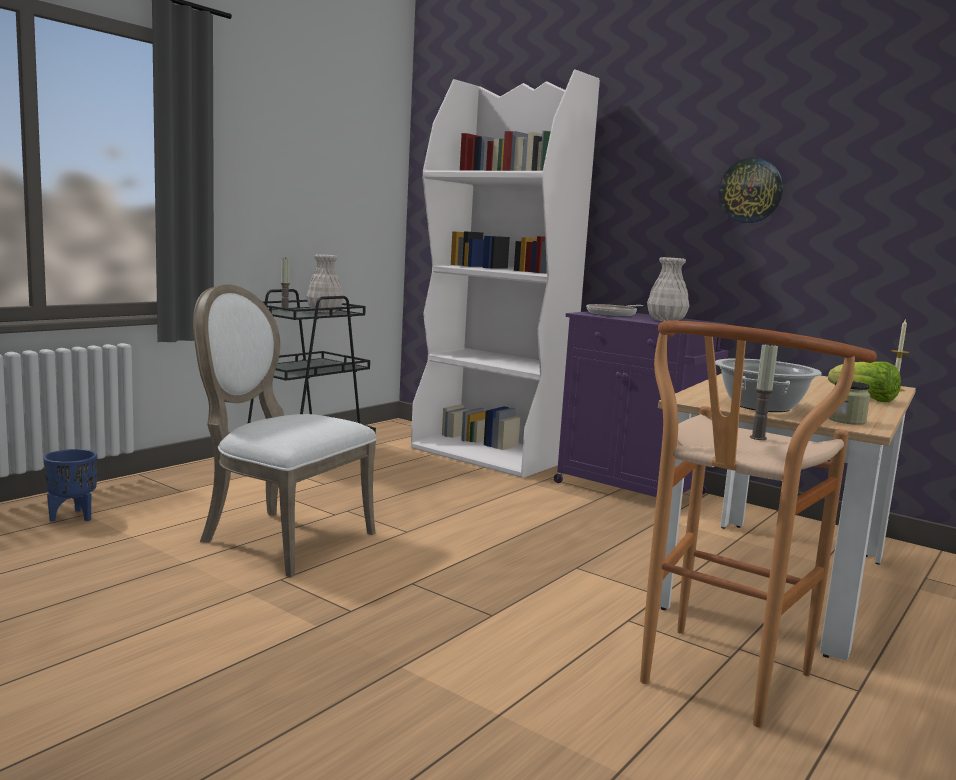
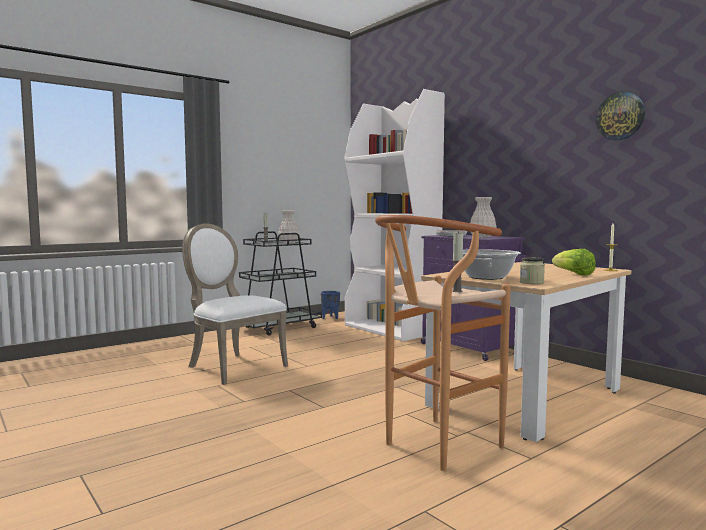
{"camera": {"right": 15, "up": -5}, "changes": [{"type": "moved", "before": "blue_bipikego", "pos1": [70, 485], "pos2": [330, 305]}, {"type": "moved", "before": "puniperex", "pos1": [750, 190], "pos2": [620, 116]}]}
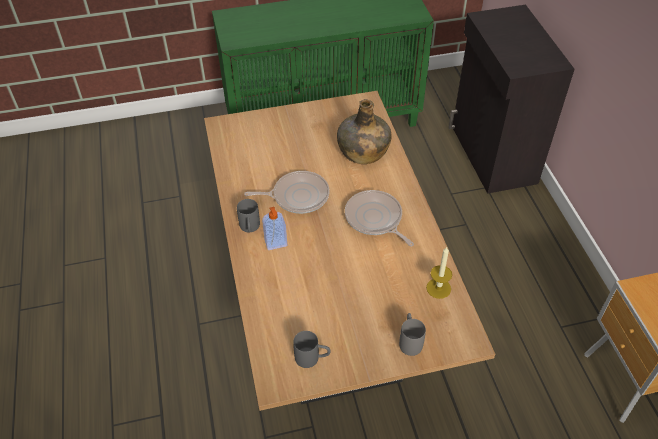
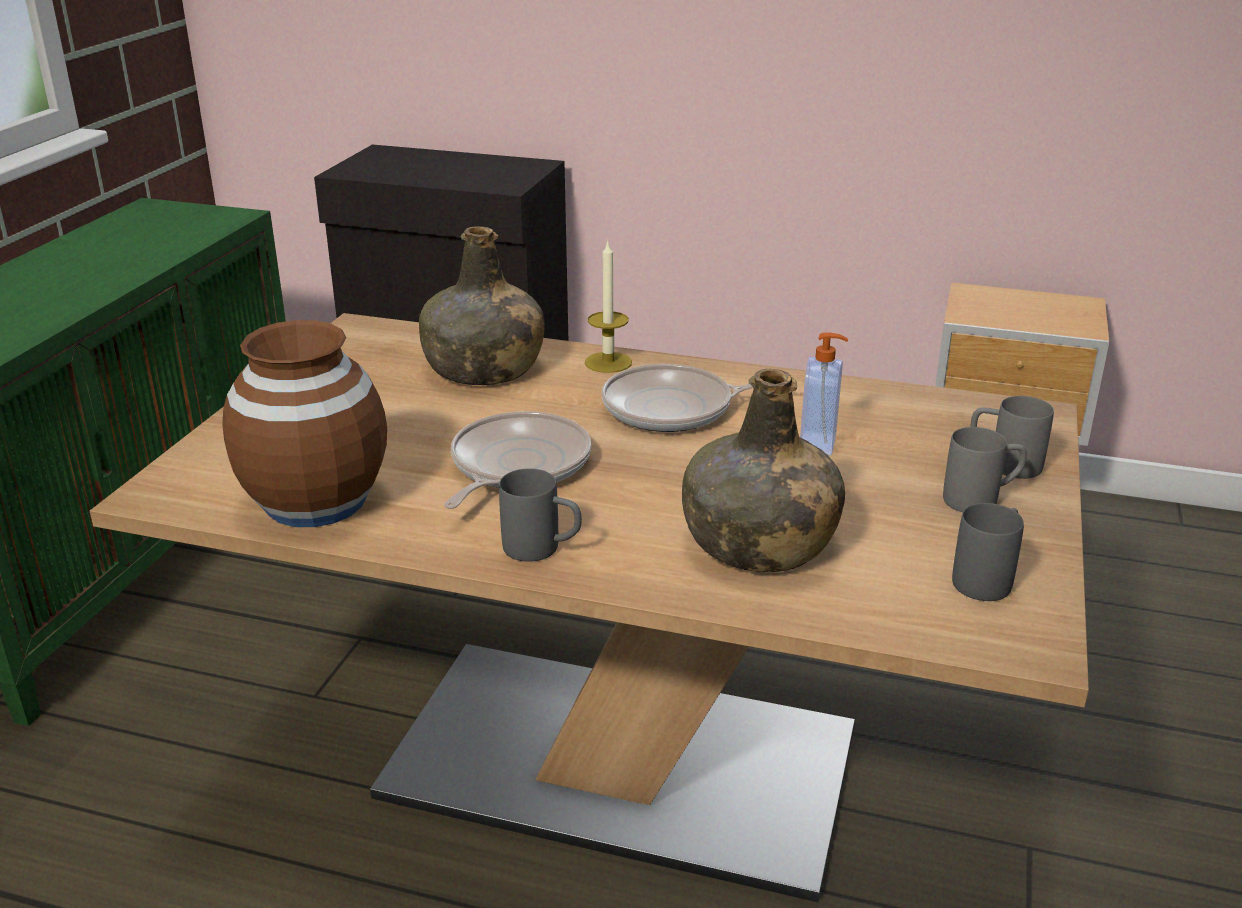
{"camera": {"right": -60, "up": -20}, "changes": [{"type": "moved", "before": "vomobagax", "pos1": [274, 228], "pos2": [824, 393]}, {"type": "moved", "before": "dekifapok", "pos1": [439, 273], "pos2": [608, 306]}, {"type": "added", "after": "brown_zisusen", "pos2": [304, 423]}, {"type": "added", "after": "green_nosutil", "pos2": [763, 470]}, {"type": "added", "after": "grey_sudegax", "pos2": [985, 469]}]}
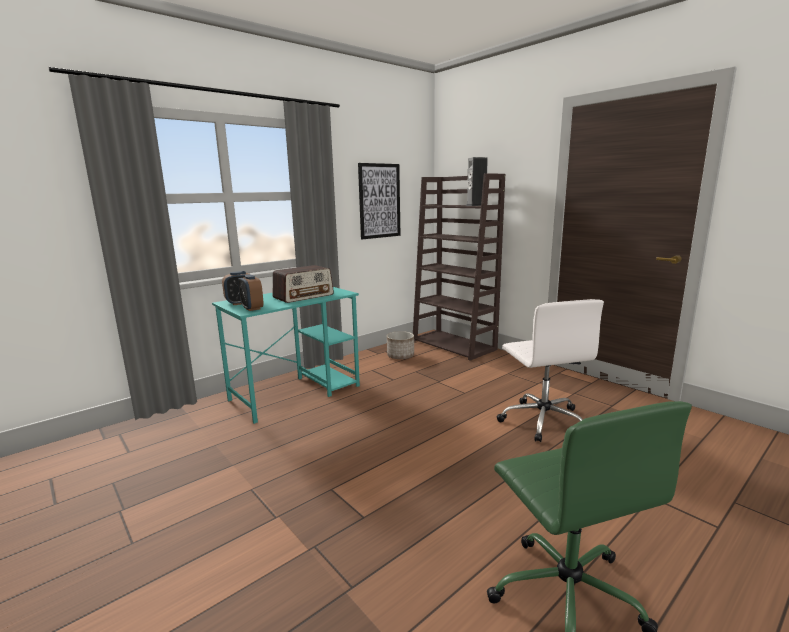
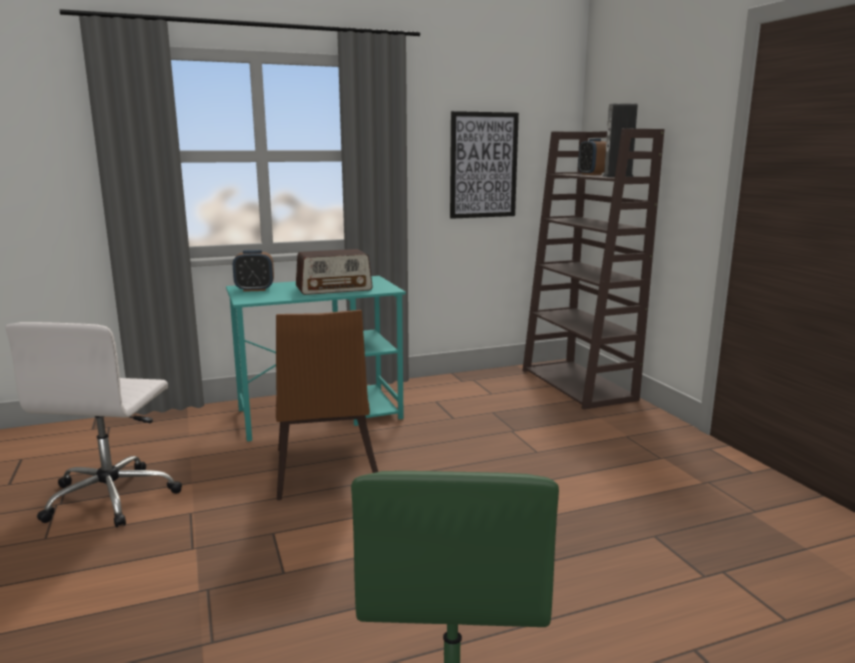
{"camera": {"right": 20, "up": 0}, "changes": [{"type": "moved", "before": "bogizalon", "pos1": [250, 293], "pos2": [592, 157]}, {"type": "removed", "before": "bipikego", "pos1": [400, 345]}, {"type": "moved", "before": "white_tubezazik", "pos1": [550, 370], "pos2": [94, 424]}, {"type": "added", "after": "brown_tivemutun", "pos2": [327, 405]}]}
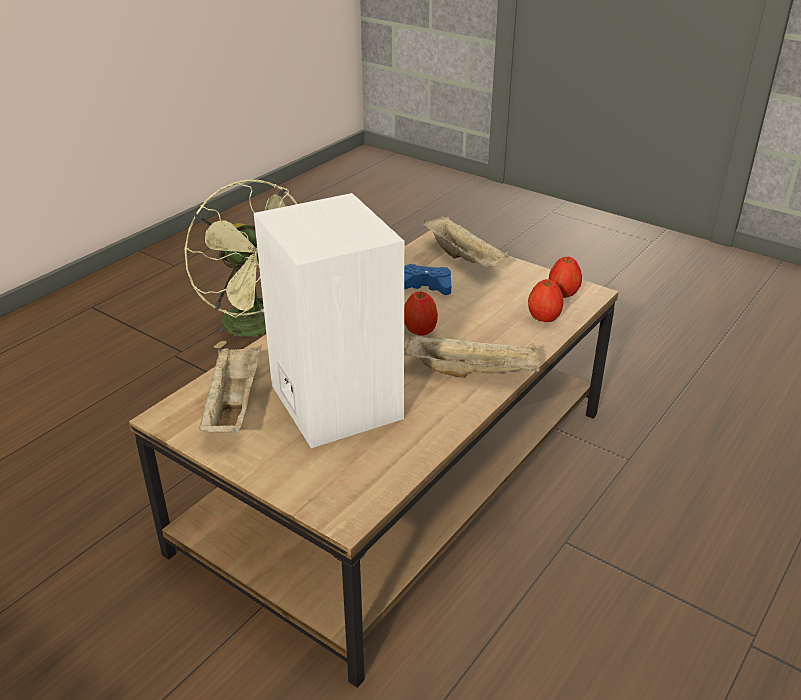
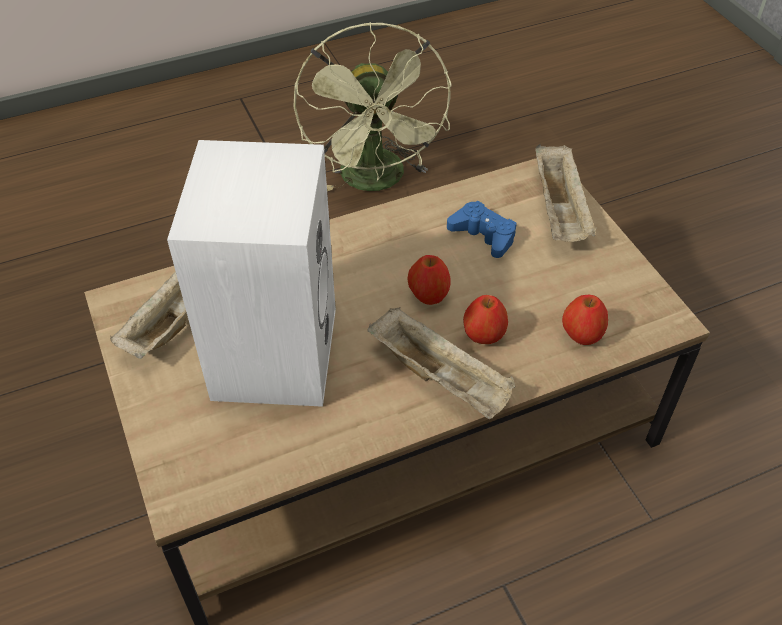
{"camera": {"right": 30, "up": 15}, "changes": [{"type": "moved", "before": "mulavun", "pos1": [565, 277], "pos2": [485, 319]}]}
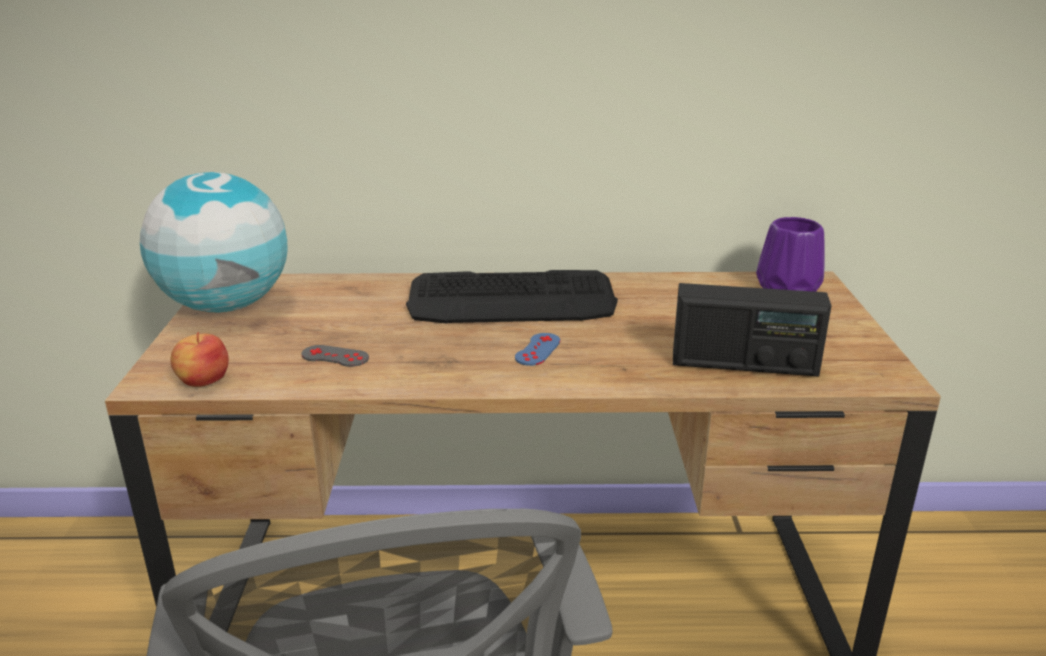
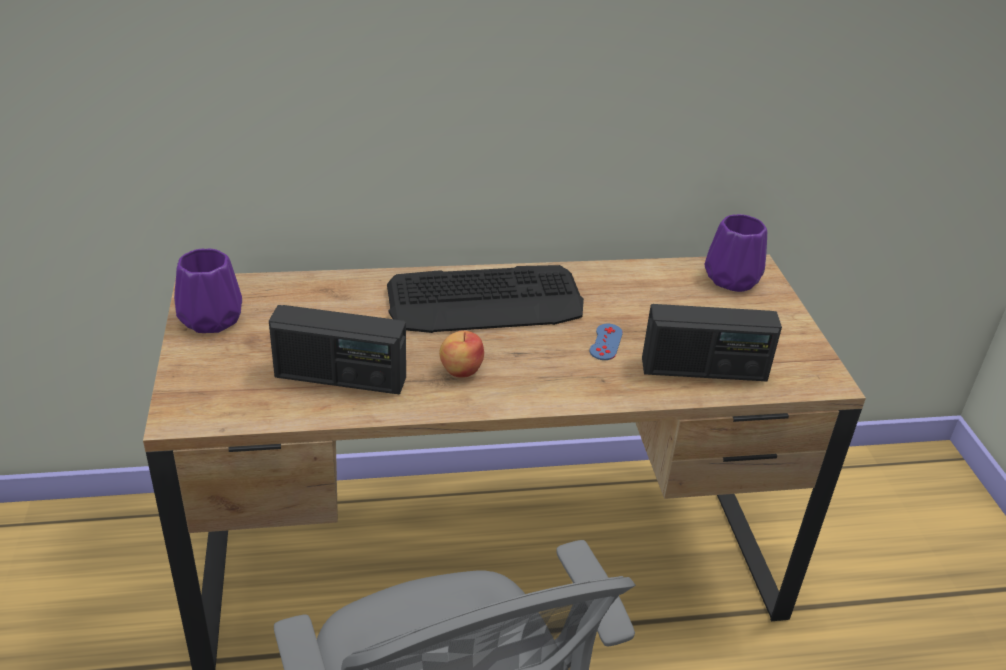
{"camera": {"right": -10, "up": 10}, "changes": [{"type": "replaced", "before": "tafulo", "after": "purple_zisusen", "pos1": [214, 242], "pos2": [208, 290]}, {"type": "moved", "before": "mulavun", "pos1": [199, 359], "pos2": [461, 354]}, {"type": "replaced", "before": "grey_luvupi", "after": "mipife", "pos1": [335, 356], "pos2": [337, 349]}, {"type": "moved", "before": "blue_luvupi", "pos1": [538, 349], "pos2": [606, 342]}]}
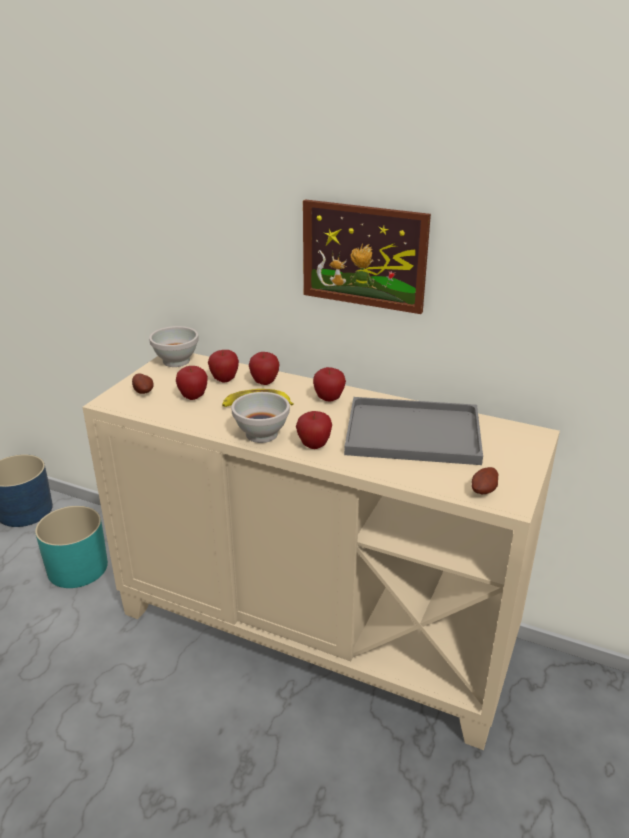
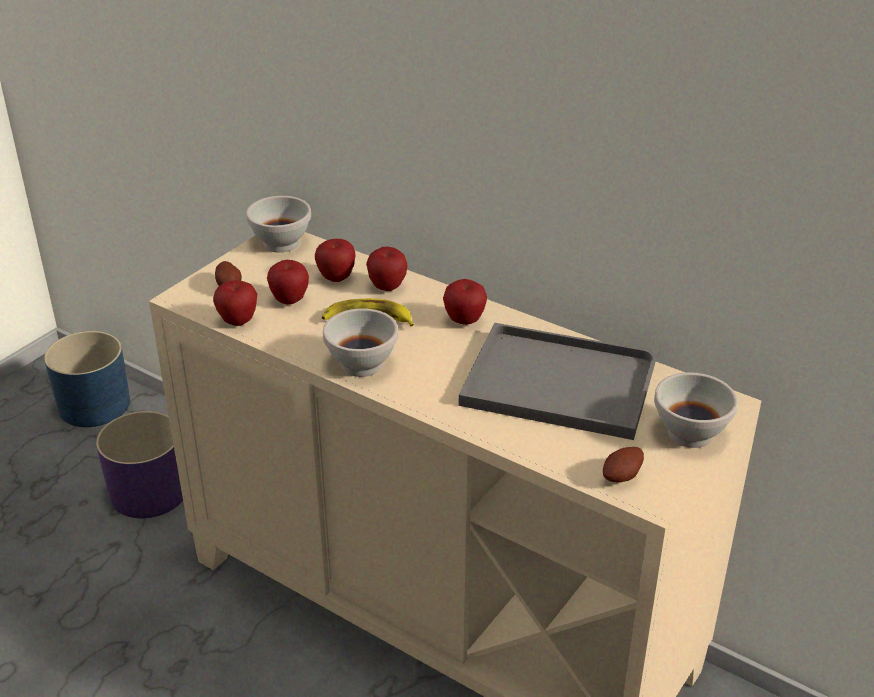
{"camera": {"right": 10, "up": 5}, "changes": [{"type": "recoloured", "before": "turquoise_bipikego", "after": "purple_bipikego", "pos1": [71, 547], "pos2": [139, 464]}, {"type": "moved", "before": "mulavun", "pos1": [314, 430], "pos2": [235, 303]}, {"type": "removed", "before": "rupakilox", "pos1": [367, 256]}, {"type": "added", "after": "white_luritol", "pos2": [696, 410]}]}
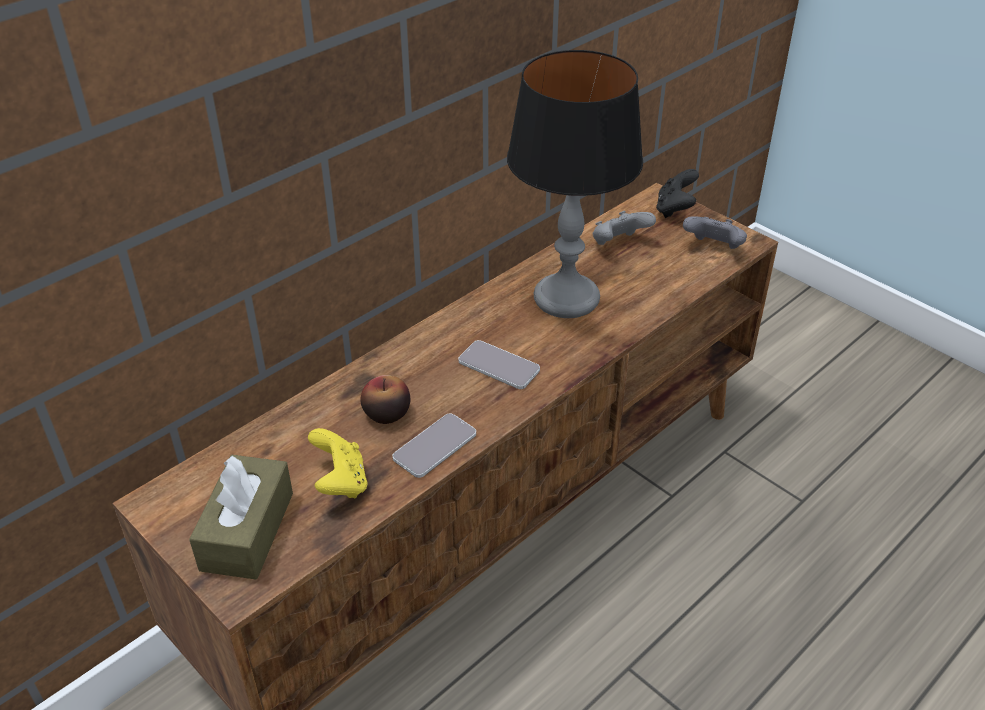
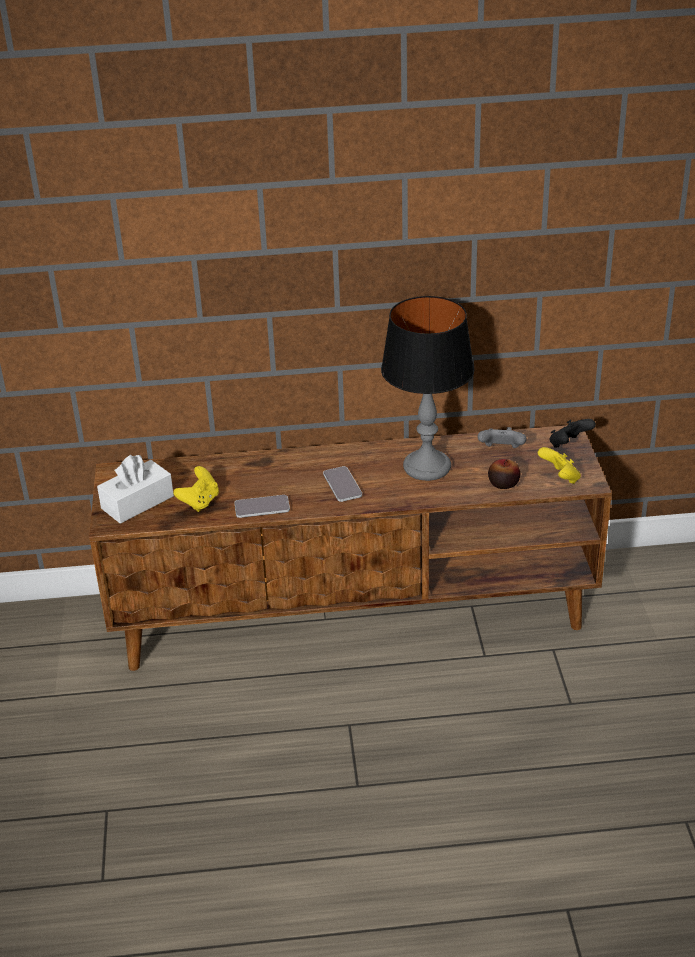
{"camera": {"right": 40, "up": -5}, "changes": [{"type": "recoloured", "before": "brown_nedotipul", "after": "white_nedotipul", "pos1": [241, 517], "pos2": [135, 489]}, {"type": "moved", "before": "mulavun", "pos1": [385, 399], "pos2": [504, 474]}, {"type": "recoloured", "before": "grey_luvupi", "after": "yellow_luvupi", "pos1": [715, 232], "pos2": [559, 465]}]}
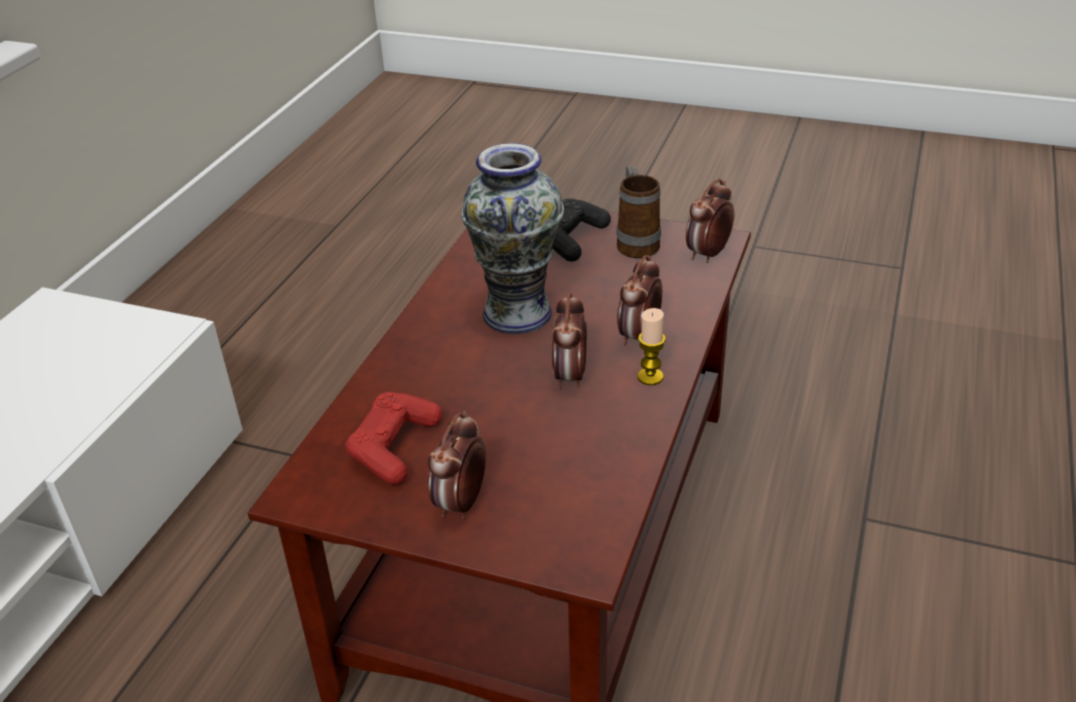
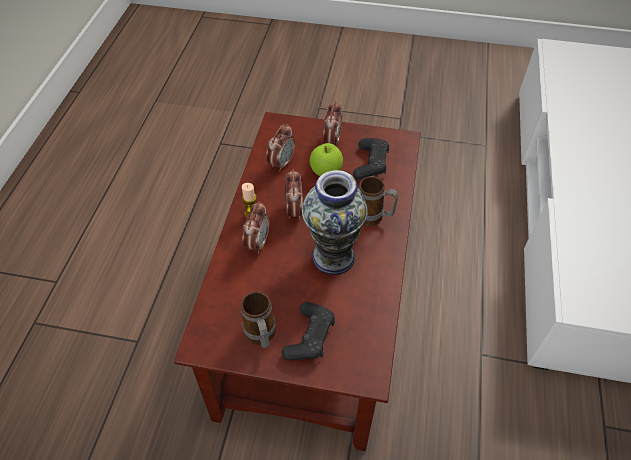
{"camera": {"right": 170, "up": 15}, "changes": [{"type": "recoloured", "before": "red_luvupi", "after": "black_luvupi", "pos1": [394, 438], "pos2": [371, 159]}, {"type": "moved", "before": "bogizalon", "pos1": [710, 221], "pos2": [280, 148]}, {"type": "added", "after": "mulavun", "pos2": [326, 159]}, {"type": "added", "after": "sudegax", "pos2": [379, 201]}]}
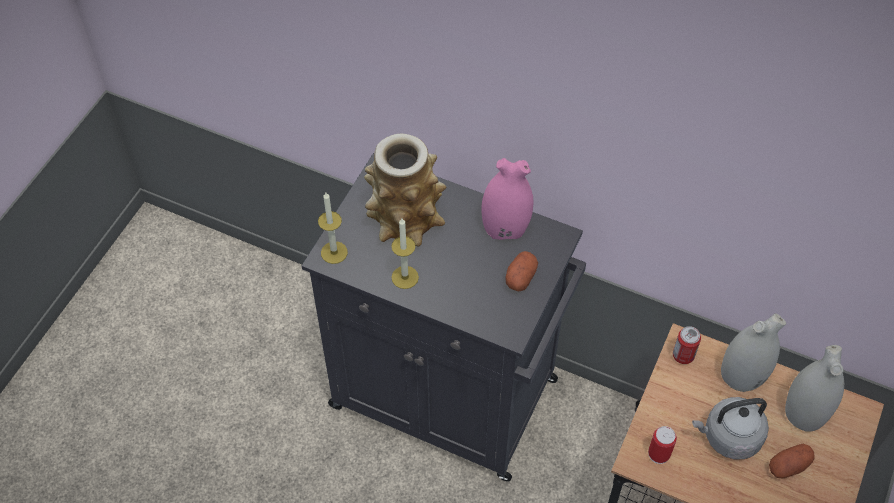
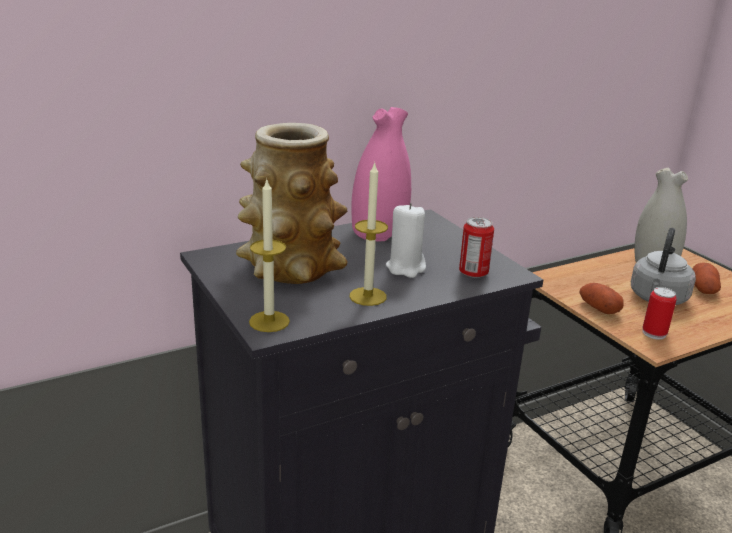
{"camera": {"right": -55, "up": -30}, "changes": [{"type": "moved", "before": "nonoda", "pos1": [521, 271], "pos2": [602, 298]}, {"type": "moved", "before": "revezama", "pos1": [687, 345], "pos2": [476, 247]}, {"type": "removed", "before": "white_zisusen", "pos1": [753, 353]}, {"type": "added", "after": "white_dekifapok", "pos2": [406, 240]}]}
